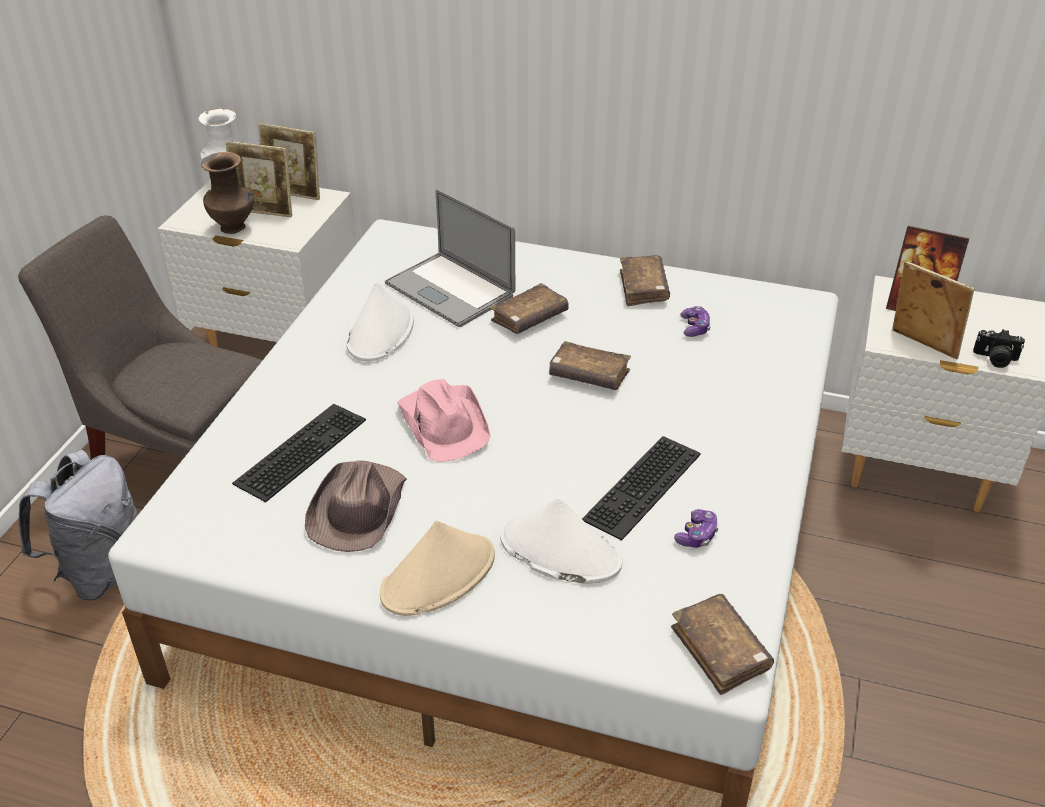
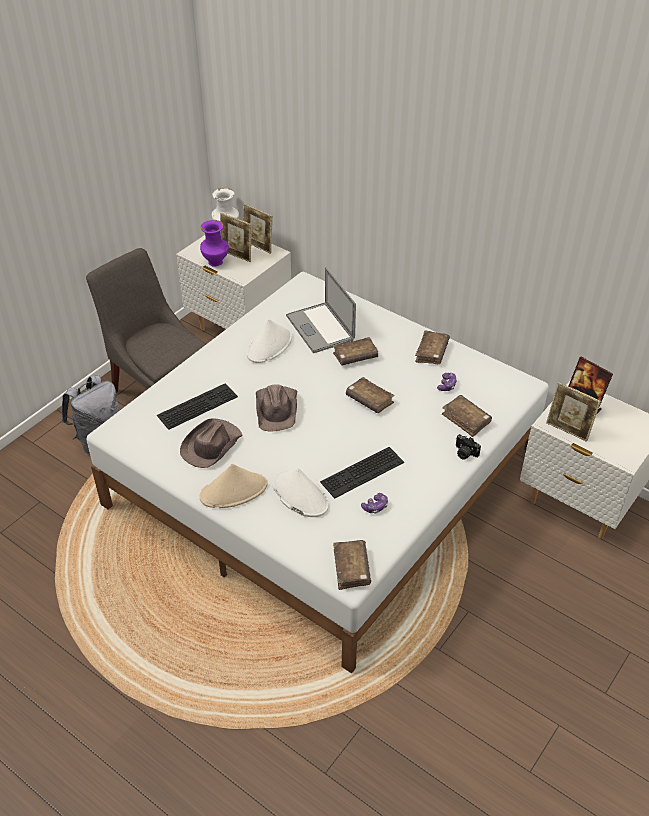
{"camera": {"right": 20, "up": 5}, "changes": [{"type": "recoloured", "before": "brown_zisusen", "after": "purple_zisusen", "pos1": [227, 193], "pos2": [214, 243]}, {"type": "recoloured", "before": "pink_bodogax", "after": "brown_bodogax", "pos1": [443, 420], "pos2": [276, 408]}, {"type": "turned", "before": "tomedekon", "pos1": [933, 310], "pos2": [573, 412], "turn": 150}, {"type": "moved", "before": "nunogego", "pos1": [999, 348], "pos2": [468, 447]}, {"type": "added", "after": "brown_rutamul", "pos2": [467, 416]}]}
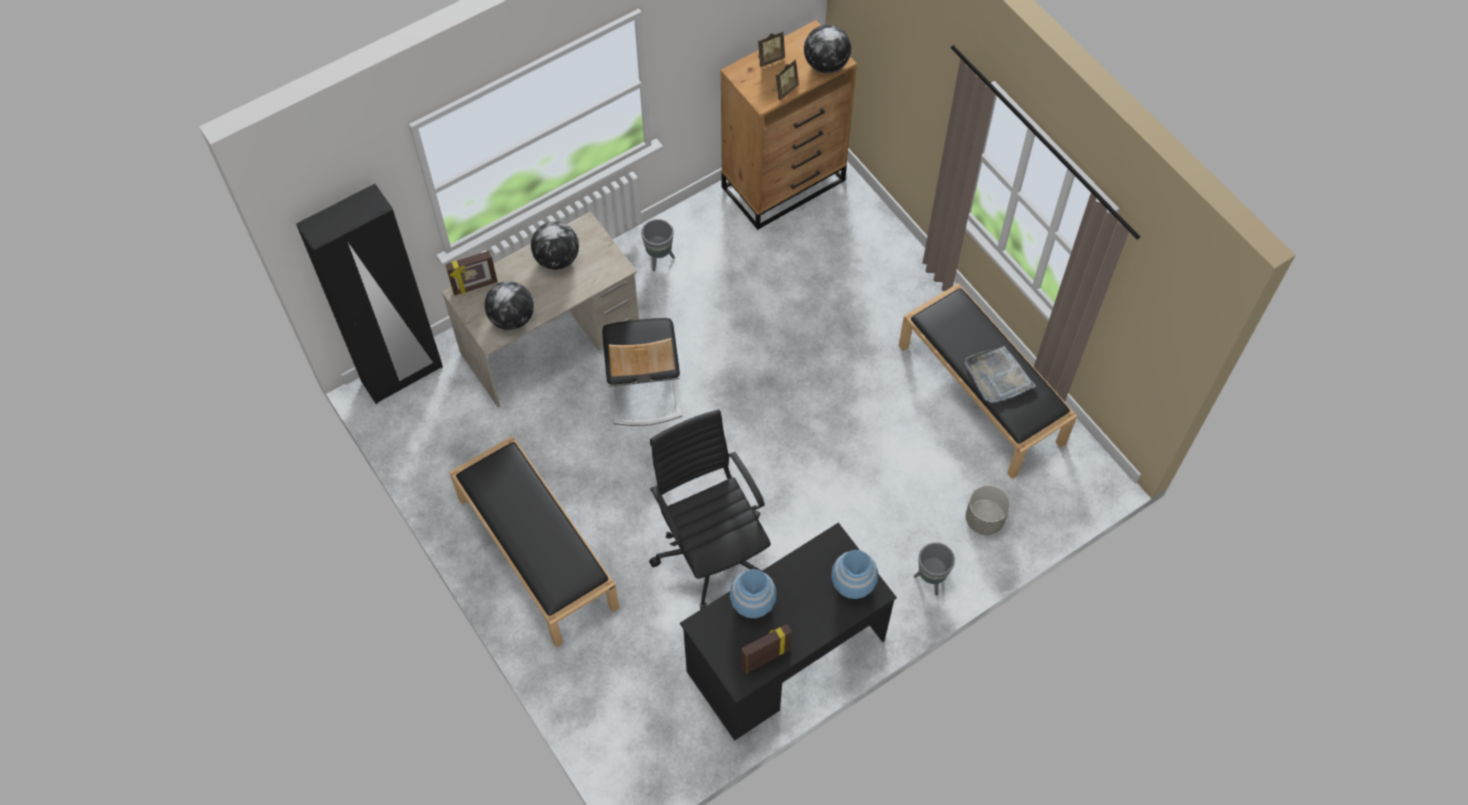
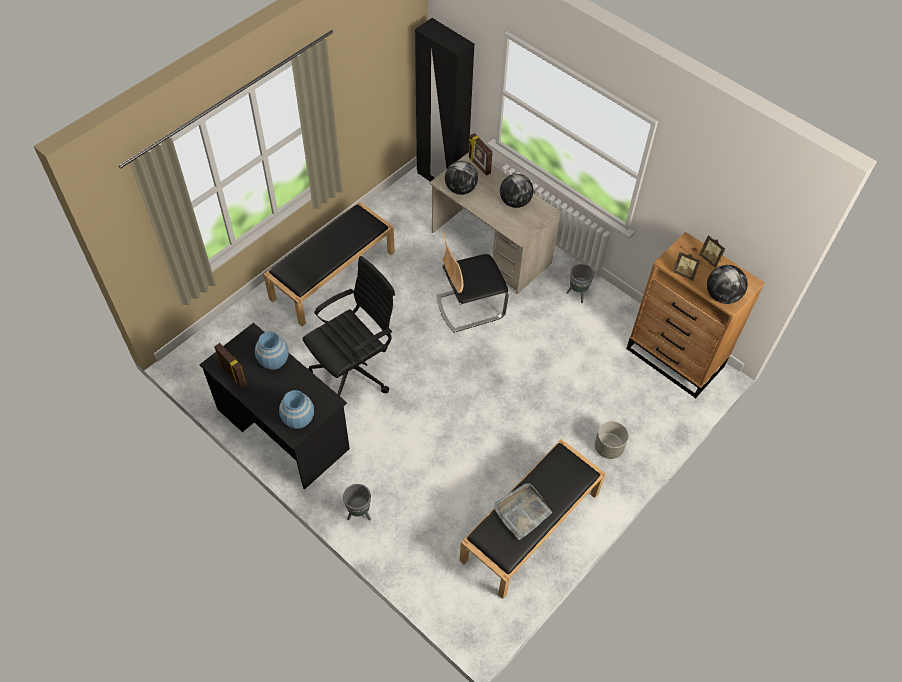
{"camera": {"right": 75, "up": -5}, "changes": [{"type": "moved", "before": "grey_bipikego", "pos1": [987, 510], "pos2": [611, 440]}]}
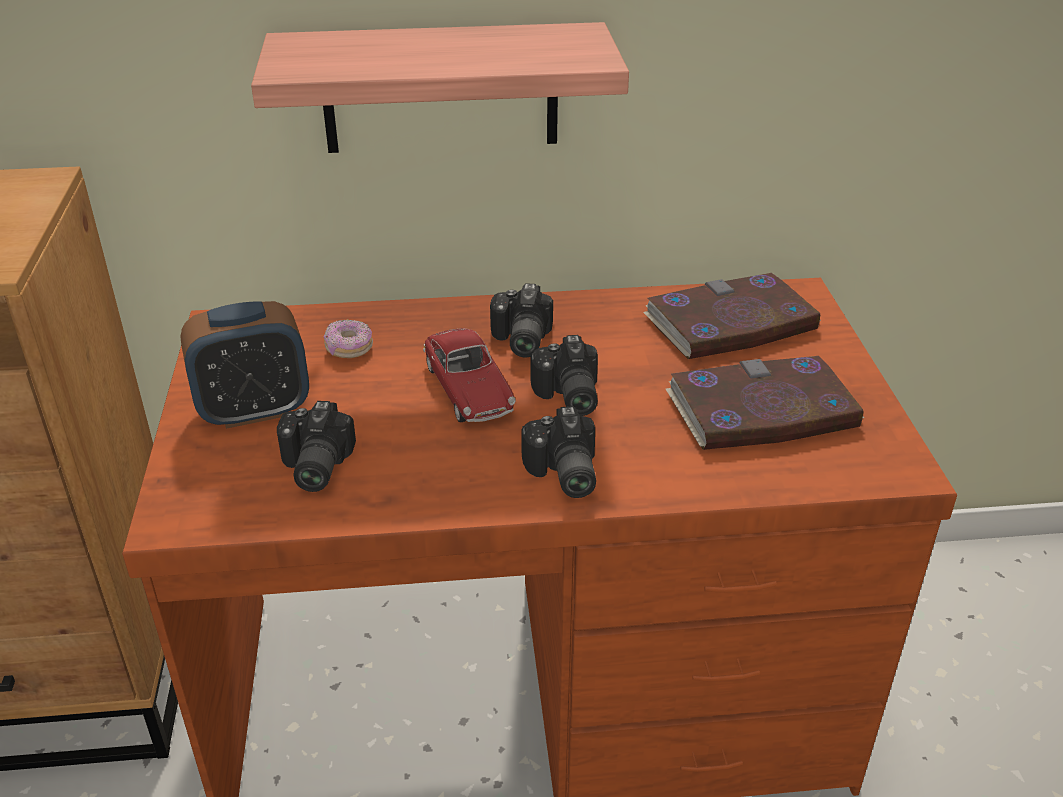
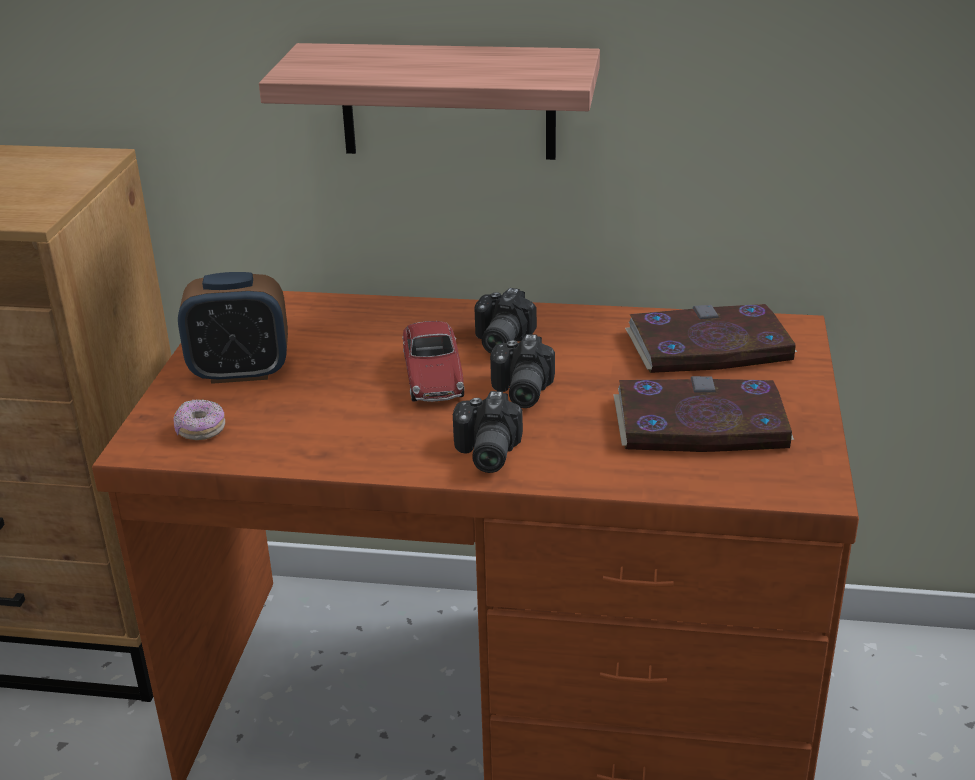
{"camera": {"right": 15, "up": -5}, "changes": [{"type": "removed", "before": "nunogego", "pos1": [316, 446]}, {"type": "moved", "before": "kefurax", "pos1": [348, 339], "pos2": [199, 419]}]}
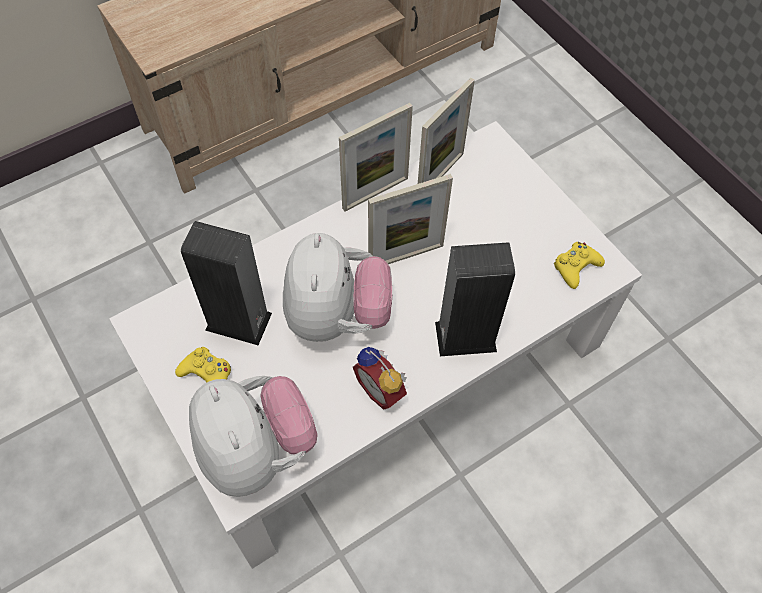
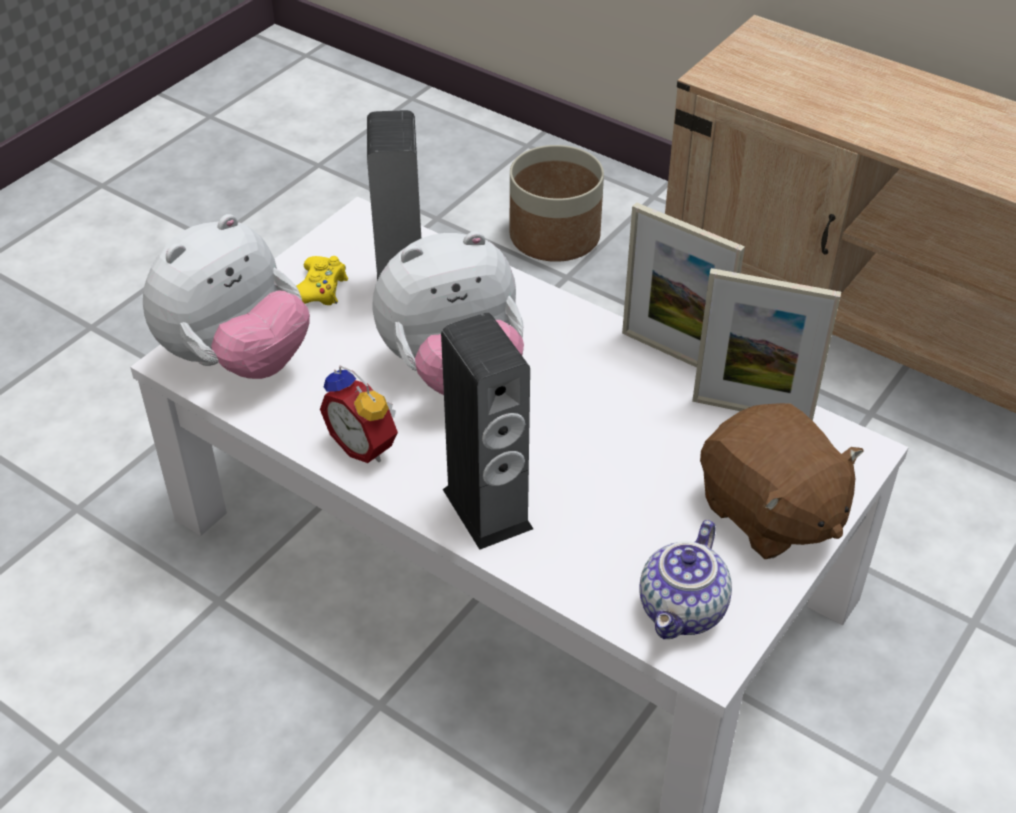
{"camera": {"right": 70, "up": -15}, "changes": [{"type": "turned", "before": "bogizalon", "pos1": [380, 378], "pos2": [359, 414], "turn": -75}, {"type": "removed", "before": "tomedekon", "pos1": [410, 219]}, {"type": "replaced", "before": "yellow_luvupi", "after": "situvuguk", "pos1": [579, 265], "pos2": [685, 579]}, {"type": "added", "after": "bipikego", "pos2": [557, 203]}, {"type": "added", "after": "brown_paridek", "pos2": [782, 481]}]}
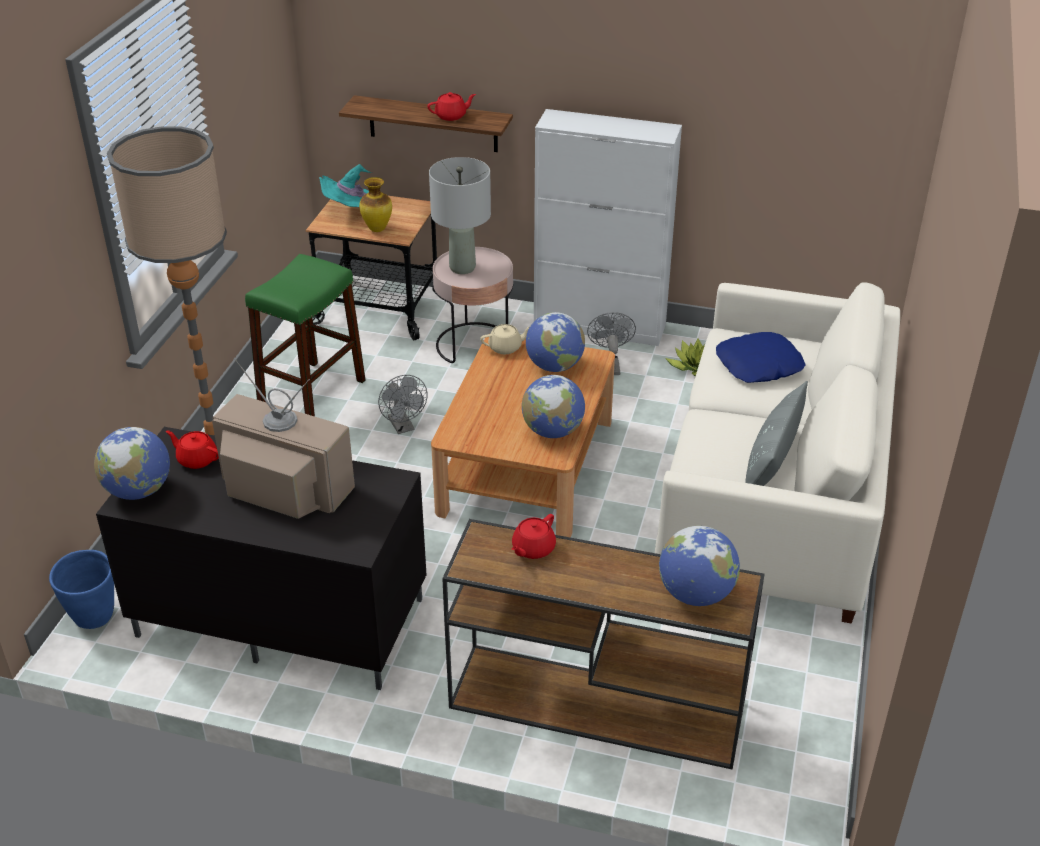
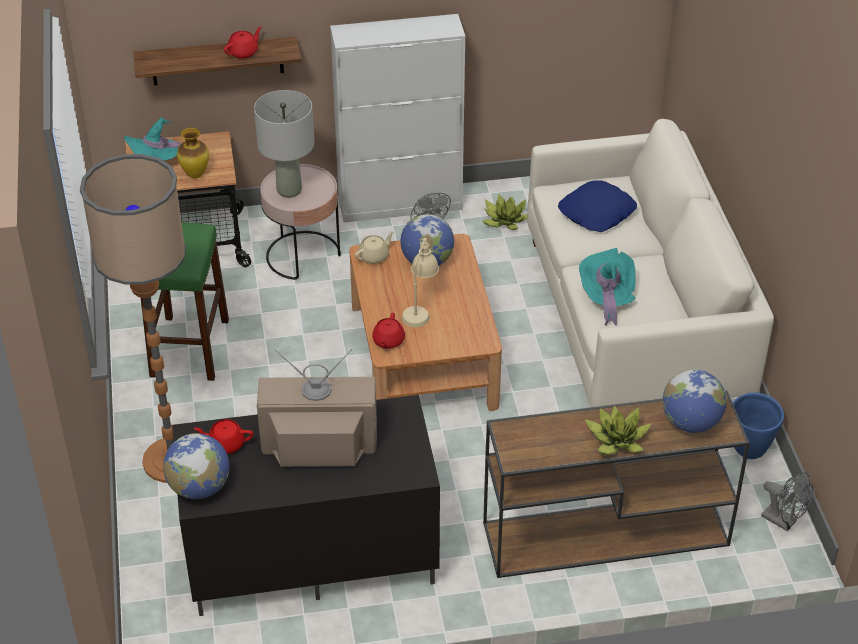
{"camera": {"right": -25, "up": 5}, "changes": [{"type": "moved", "before": "blue_bipikego", "pos1": [81, 589], "pos2": [758, 425]}, {"type": "moved", "before": "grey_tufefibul", "pos1": [402, 404], "pos2": [787, 501]}, {"type": "moved", "before": "red_situvuguk", "pos1": [534, 536], "pos2": [388, 331]}, {"type": "removed", "before": "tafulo", "pos1": [553, 406]}, {"type": "removed", "before": "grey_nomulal", "pos1": [776, 433]}, {"type": "added", "after": "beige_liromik", "pos2": [420, 282]}, {"type": "added", "after": "turquoise_bodogax", "pos2": [607, 286]}, {"type": "added", "after": "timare", "pos2": [618, 430]}]}
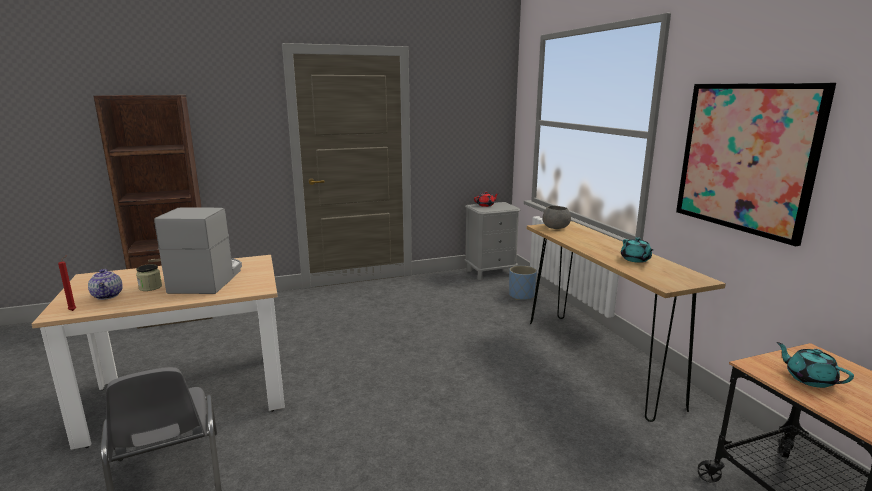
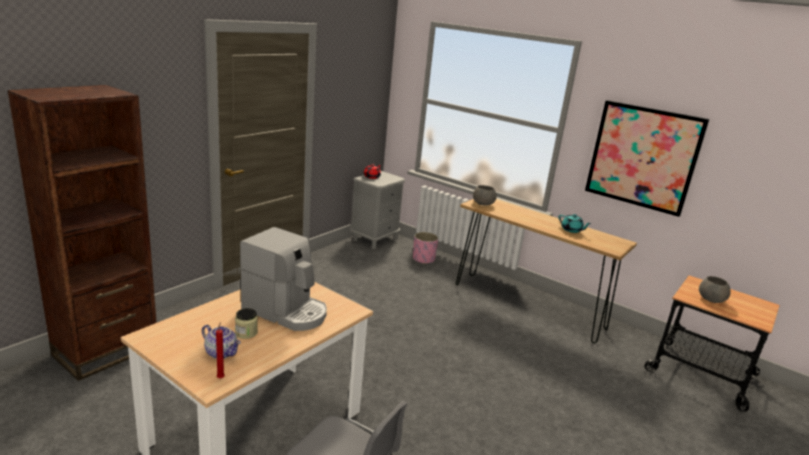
{"camera": {"right": -35, "up": 5}, "changes": [{"type": "turned", "before": "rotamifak", "pos1": [198, 250], "pos2": [283, 279], "turn": 150}, {"type": "recoloured", "before": "blue_bipikego", "after": "pink_bipikego", "pos1": [523, 283], "pos2": [425, 248]}, {"type": "replaced", "before": "turquoise_situvuguk", "after": "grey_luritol", "pos1": [815, 365], "pos2": [715, 289]}]}
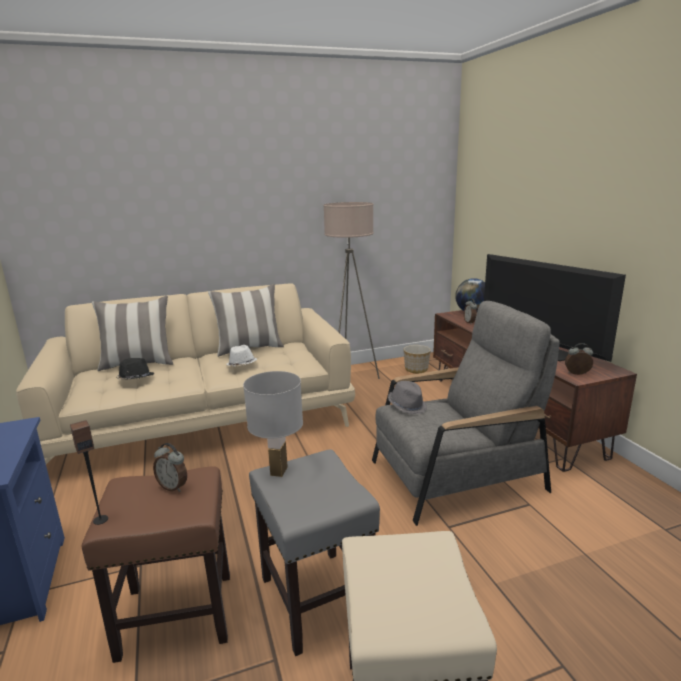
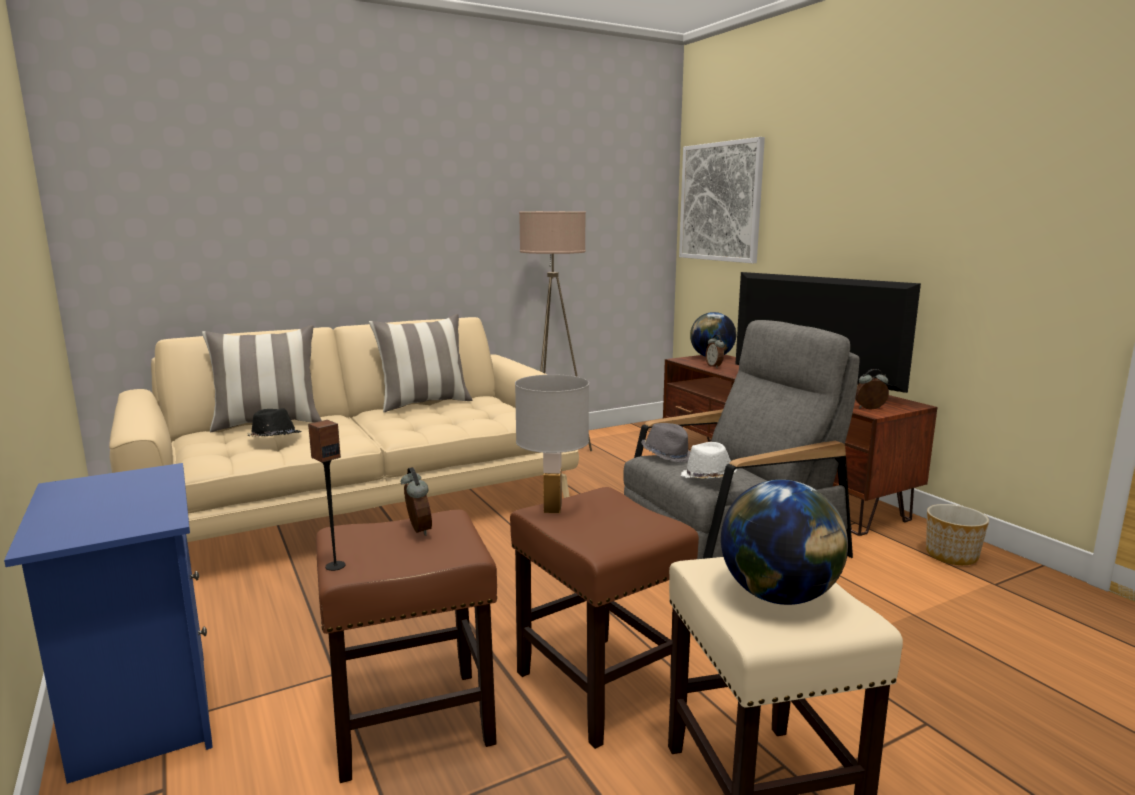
{"camera": {"right": -10, "up": -5}, "changes": [{"type": "turned", "before": "bogizalon", "pos1": [170, 467], "pos2": [416, 501], "turn": -135}, {"type": "moved", "before": "white_bodogax", "pos1": [241, 355], "pos2": [709, 460]}, {"type": "recoloured", "before": "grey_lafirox", "after": "brown_lafirox", "pos1": [314, 552], "pos2": [604, 618]}, {"type": "moved", "before": "bipikego", "pos1": [417, 359], "pos2": [957, 534]}, {"type": "added", "after": "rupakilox", "pos2": [722, 200]}, {"type": "added", "after": "tafulo", "pos2": [784, 542]}]}
